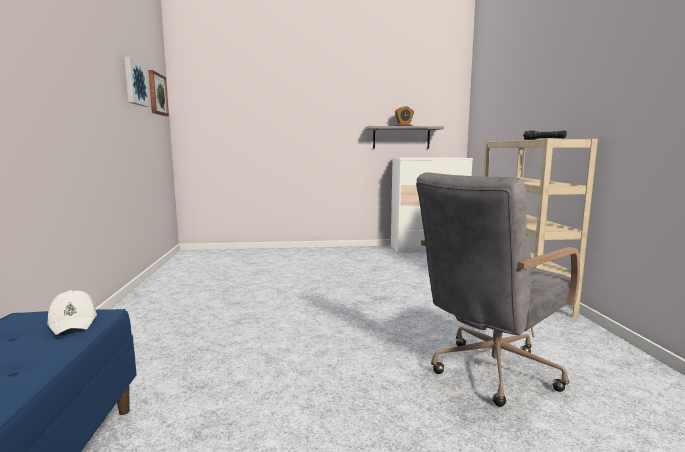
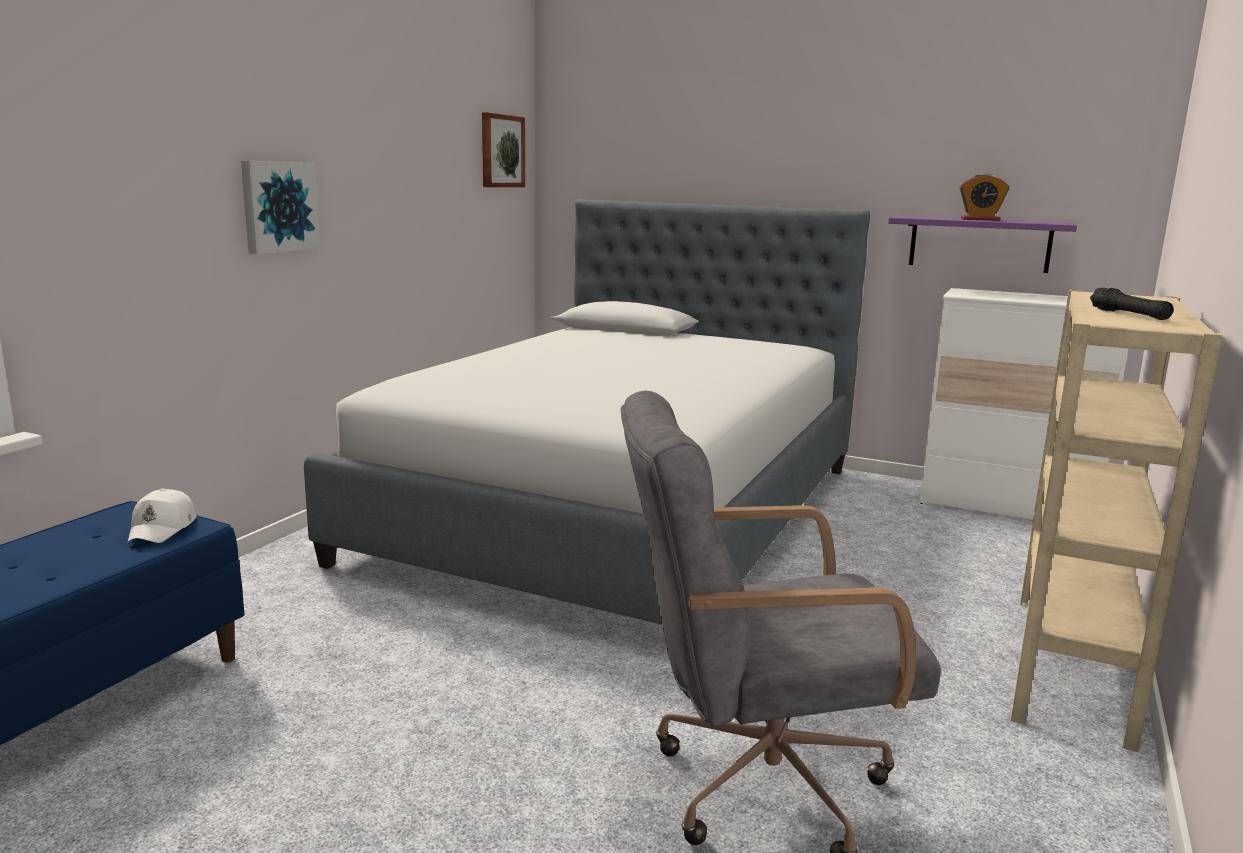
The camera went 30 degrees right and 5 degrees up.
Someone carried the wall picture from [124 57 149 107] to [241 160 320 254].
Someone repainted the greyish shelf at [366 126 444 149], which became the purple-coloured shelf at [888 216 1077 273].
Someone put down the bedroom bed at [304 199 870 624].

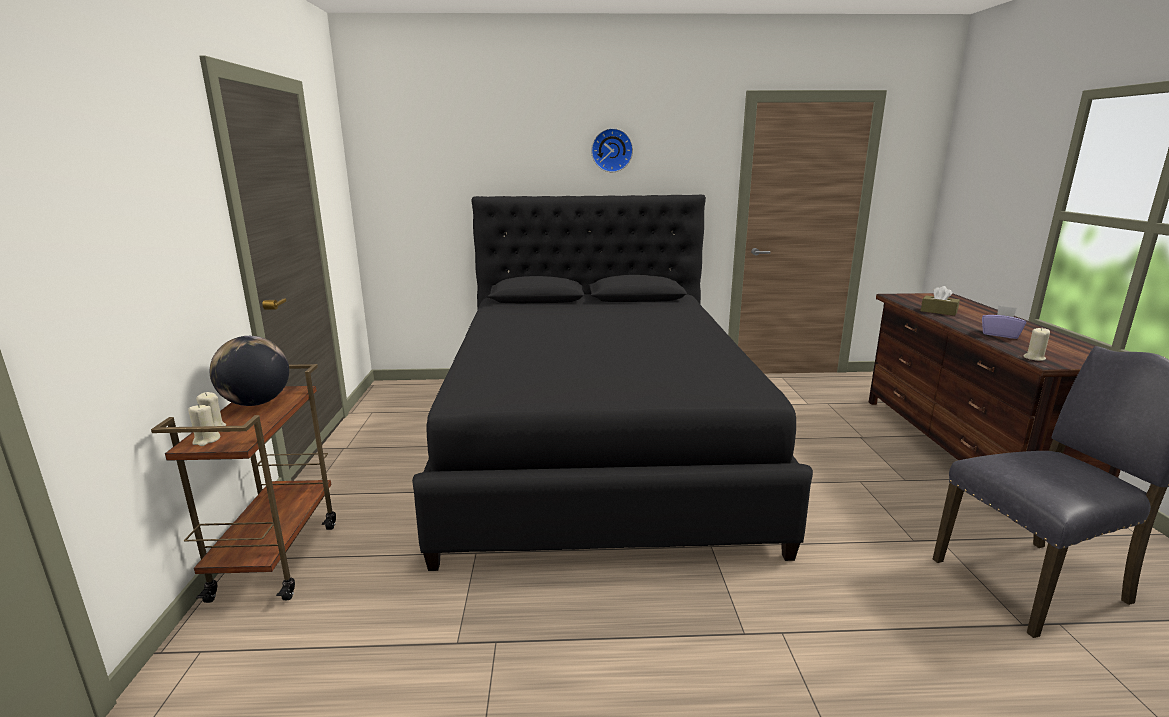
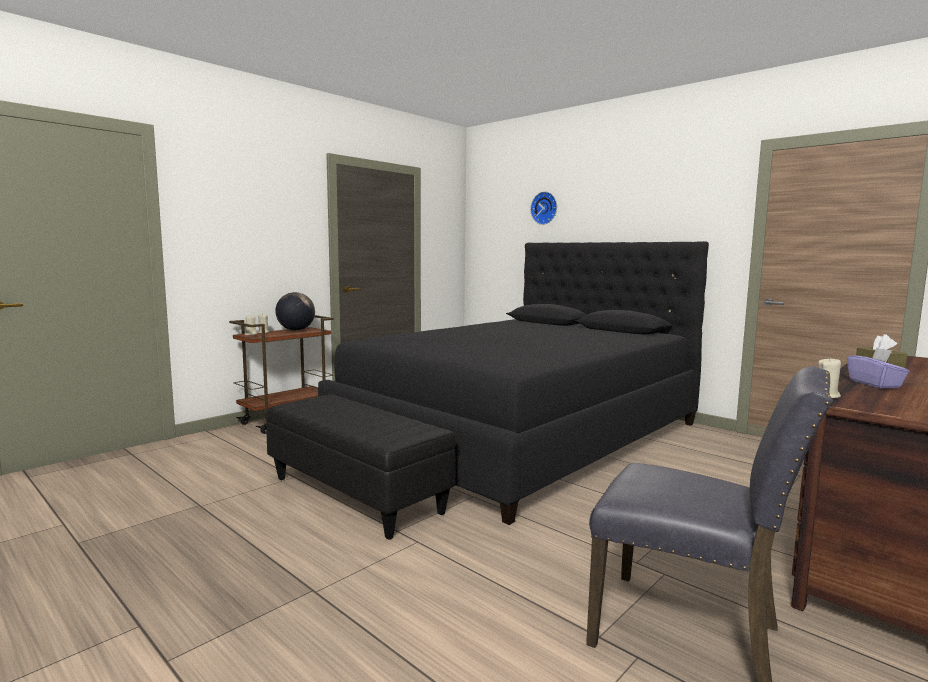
The camera went 45 degrees right and 10 degrees down.
Someone carried the wall clock from [591 128 633 172] to [530 192 557 225].
Someone put down the black pouffe at [266 394 456 540].

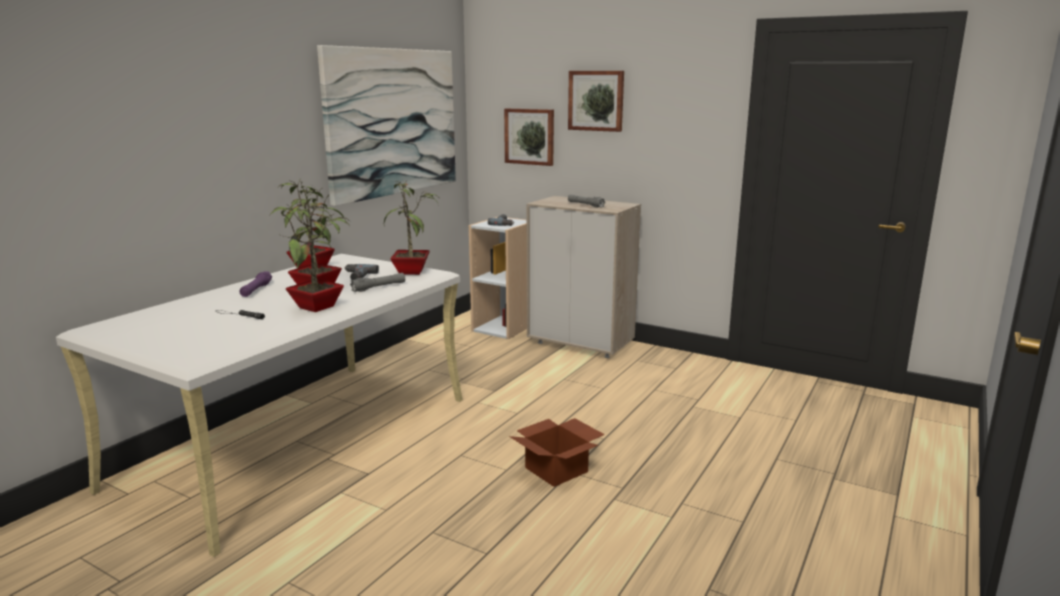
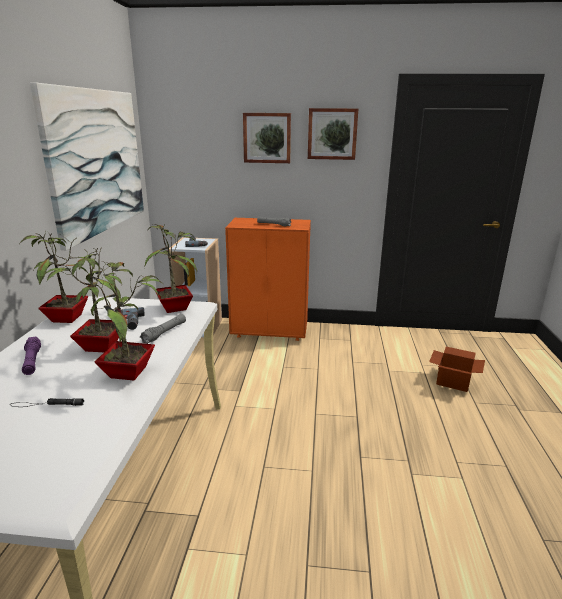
The camera went 25 degrees left and 5 degrees up.
Someone carried the wall picture from [504 108 554 166] to [308 108 359 160].
Someone carried the packing box from [509 418 605 487] to [429 347 485 392].
Someone repainted the beige-coloured storage cabinet at [527 196 641 358], which became the orangey storage cabinet at [225 218 311 341].

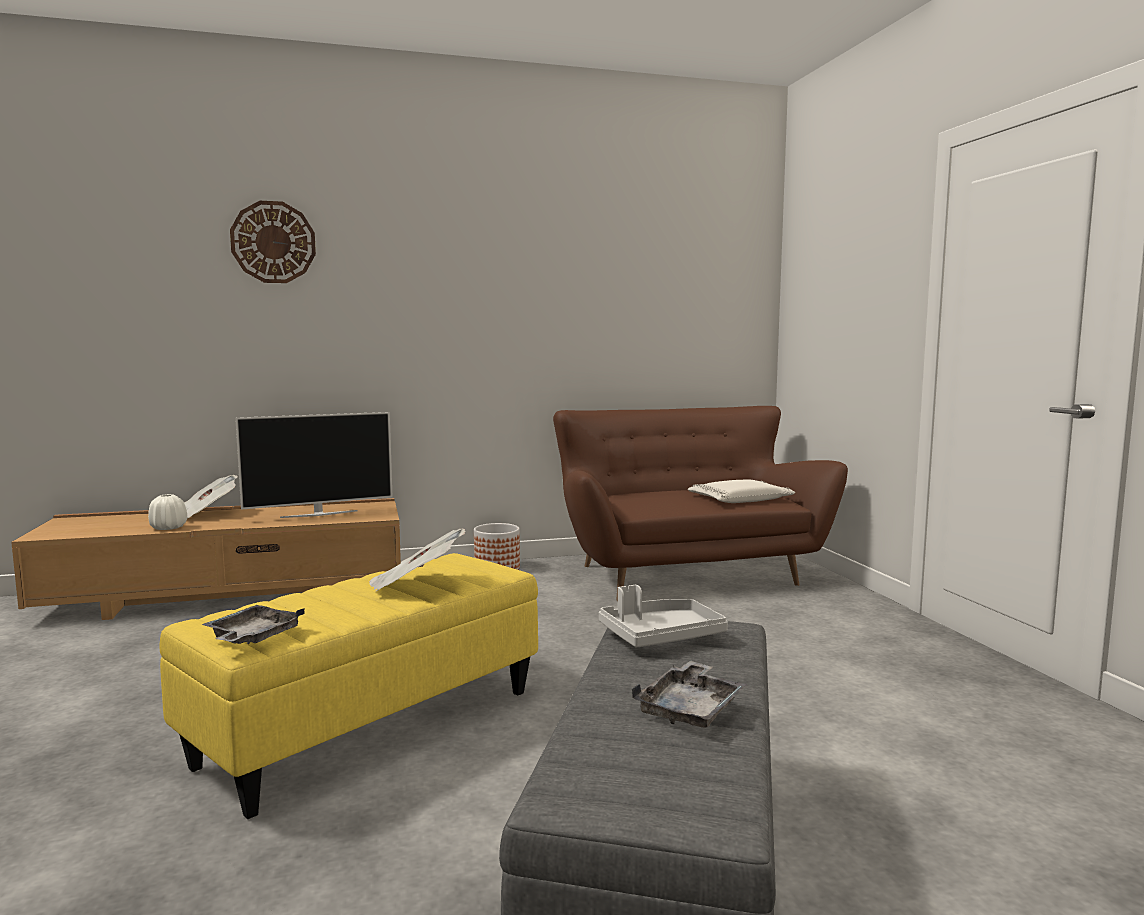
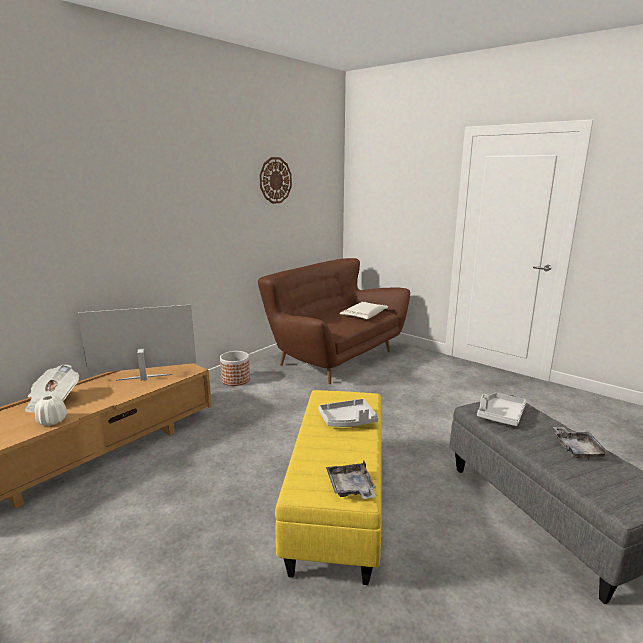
The camera went 35 degrees left and 10 degrees up.
Someone carried the wall clock from [230 201 316 283] to [259 157 292 204].
Someone rotated the TV set at [235 412 393 518] by 135 degrees counterclockwise.
Someone swapped the printed paper at [369 529 465 591] for the greyish serving tray at [318 399 379 427].

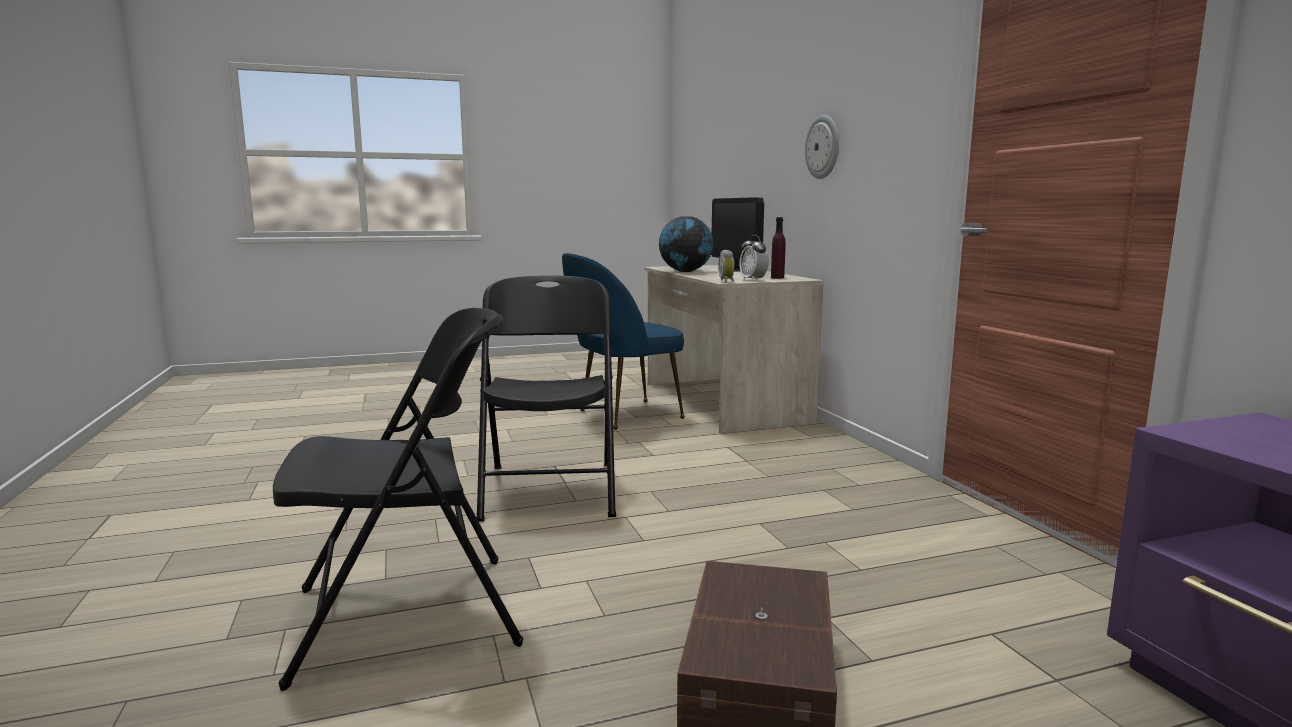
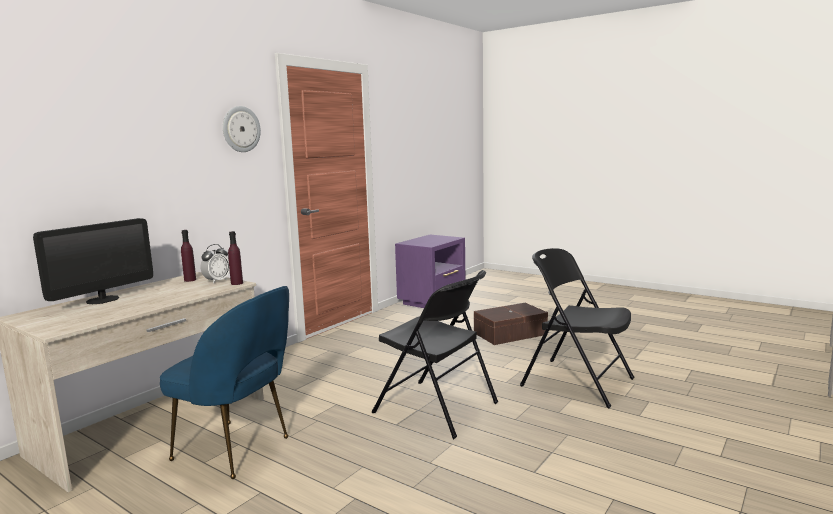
The camera went 125 degrees left and 0 degrees up.
Someone rotated the black plain chair at [476 275 616 522] by 105 degrees counterclockwise.
Someone took away the world globe at [659 217 713 272].
Someone swapped the bedside clock at [719 250 734 282] for the purple-coloured bottle at [228 231 243 285].
Someone carried the wall clock from [805 115 839 179] to [223 106 261 152].

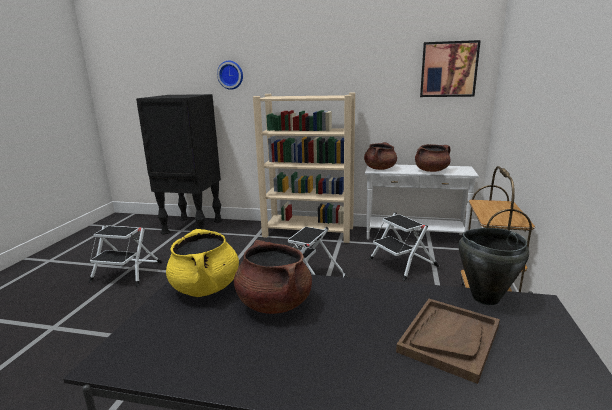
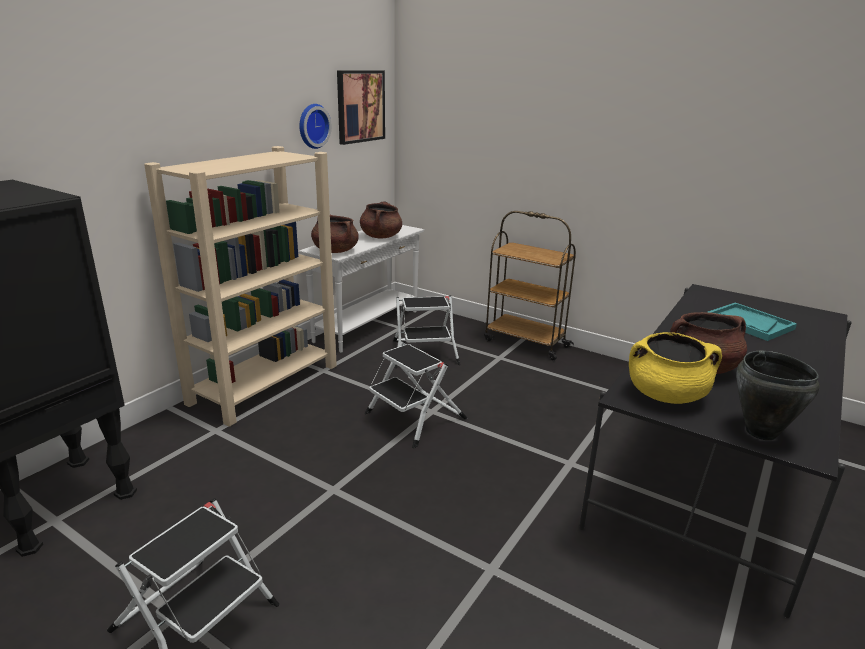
The camera went 70 degrees left and 5 degrees up.
Someone carried the wall clock from [217 61 243 90] to [299 104 332 149].
Someone repainted the brownish serving tray at [396 299 500 384], which became the blue-green serving tray at [708 303 797 341].
Someone carried the black cooking pot from [458 228 529 305] to [736 351 820 440].

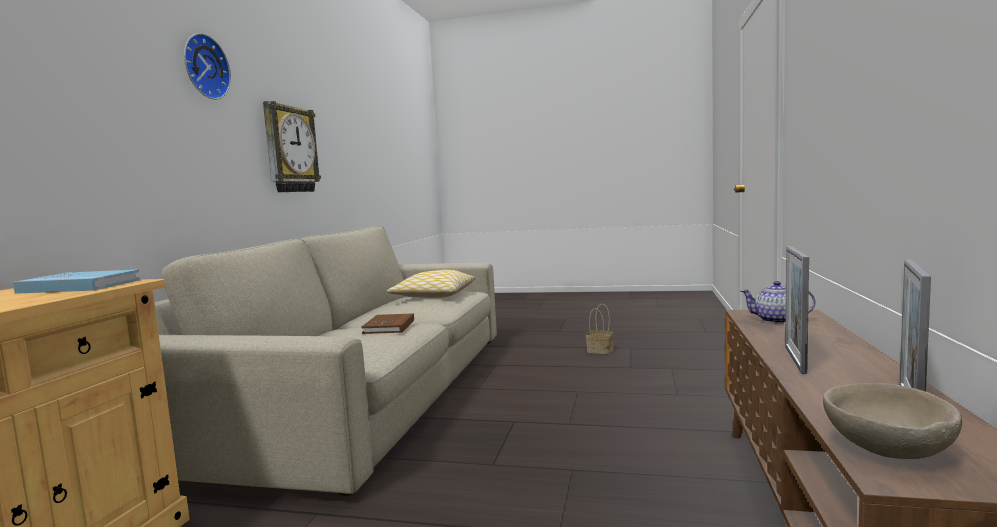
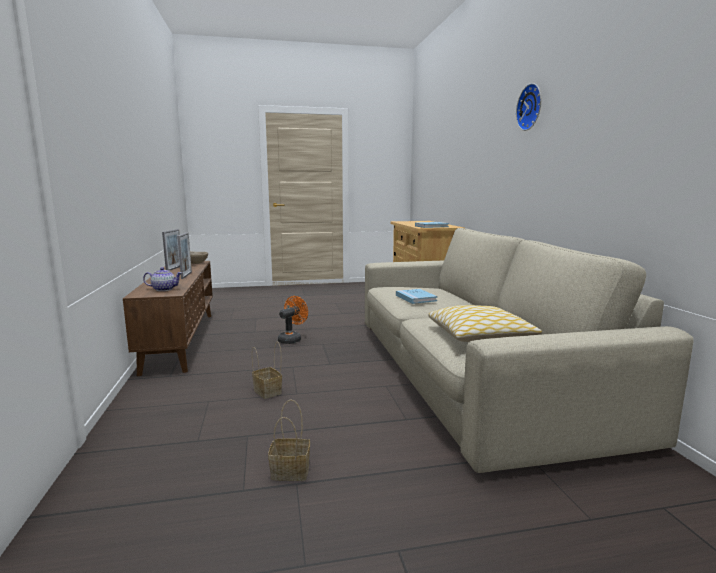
The camera went 155 degrees right and 5 degrees up.
Someone took away the wall clock at [263 101 321 192].
Someone repainted the brownish book at [361 313 414 334], which became the blue-coloured book at [396 289 437 304].
Someone put down the household basket at [252 342 282 399].
Someone put down the orangey electric fan at [278 296 308 344].

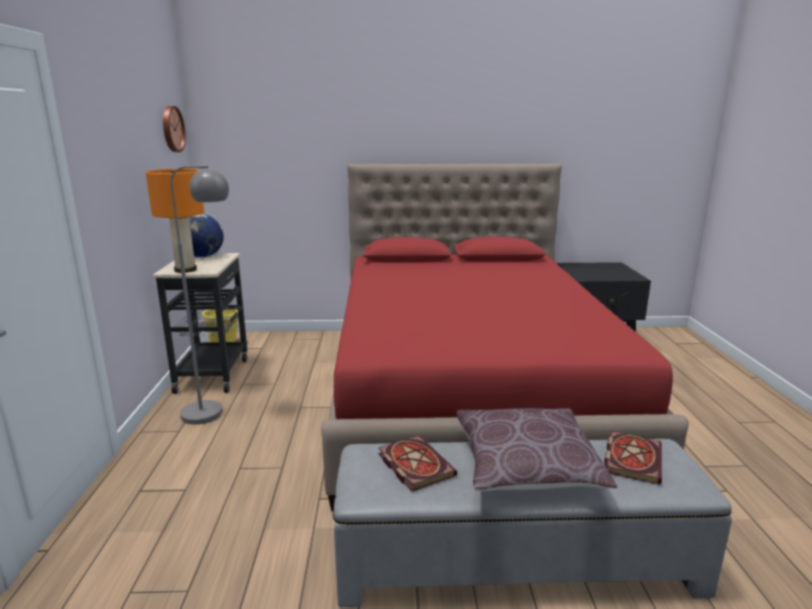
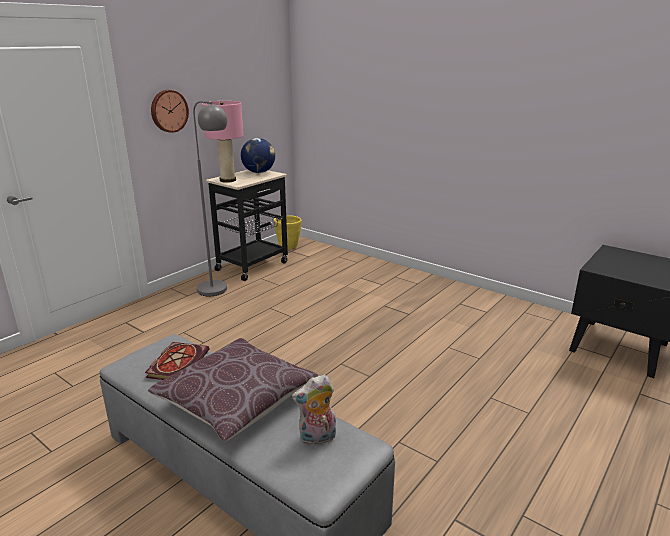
The camera went 40 degrees right and 5 degrees up.
Someone repainted the orangey tabletop lamp at [146 169 204 273], which became the pink tabletop lamp at [202 101 243 183].
Someone carried the wall clock from [163 106 186 152] to [151 90 189 133].
Someone took away the red-coloured bedroom bed at [321 163 689 511].
Someone swapped the book at [604 431 662 485] for the cuddly toy at [292 374 336 446].

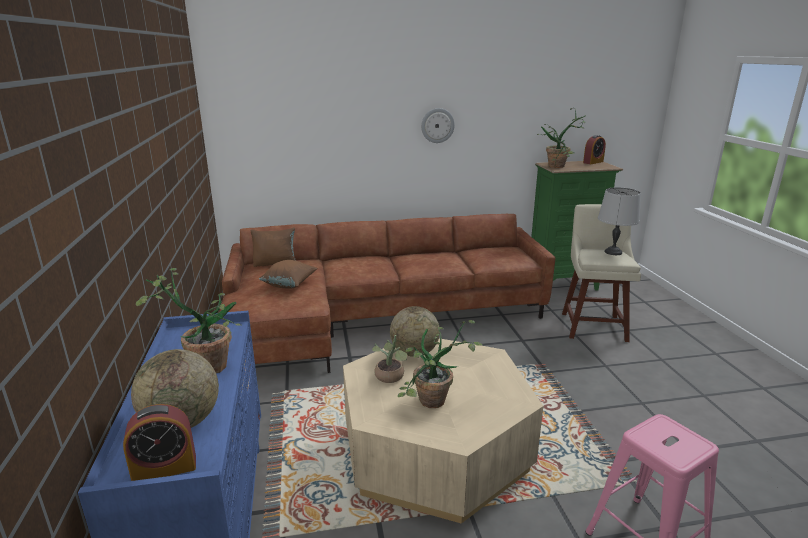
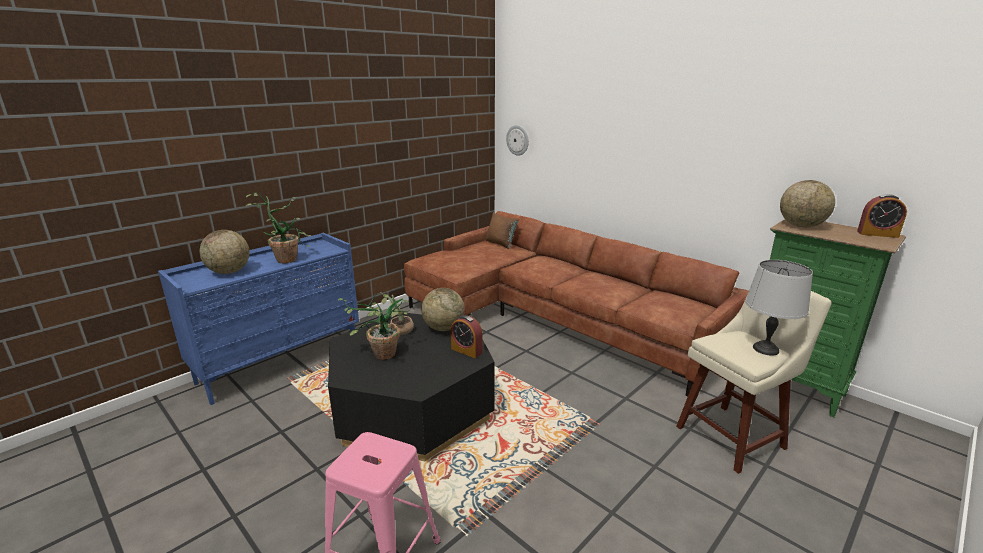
The camera went 55 degrees right and 0 degrees up.
Someone carried the bedside clock from [123 404 196 481] to [451 315 483 358].
Someone took away the brownish throw pillow at [259 260 317 289].
Someone repainted the beige-coloured coffee table at [343 338 543 524], which became the black coffee table at [328 313 495 461].
Someone carried the wall clock from [421 108 455 143] to [506 125 529 156].
Someone swapped the plant in a pot at [537 108 586 168] for the world globe at [780 180 835 227].

